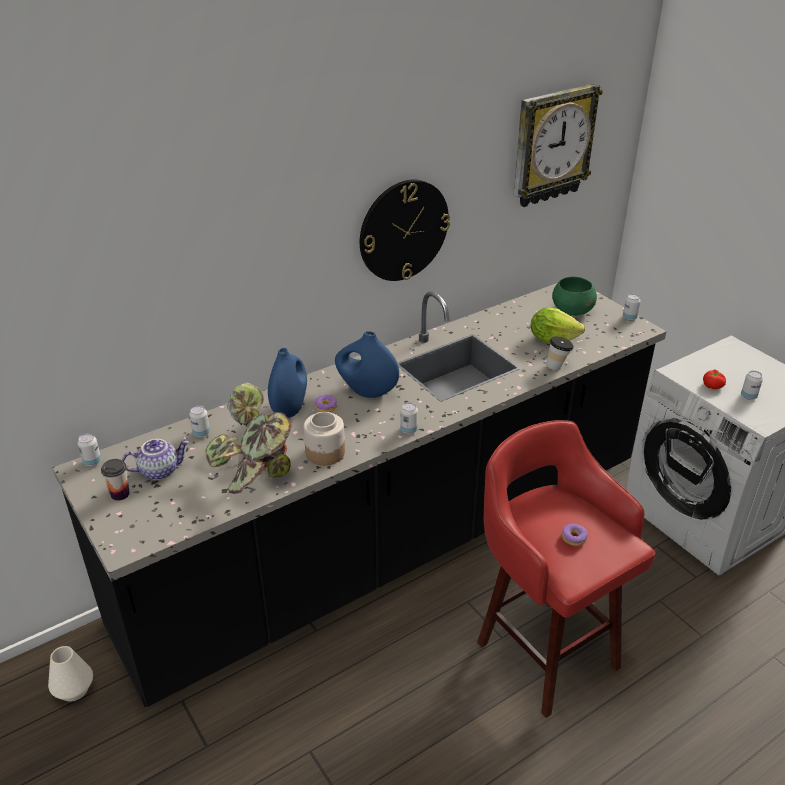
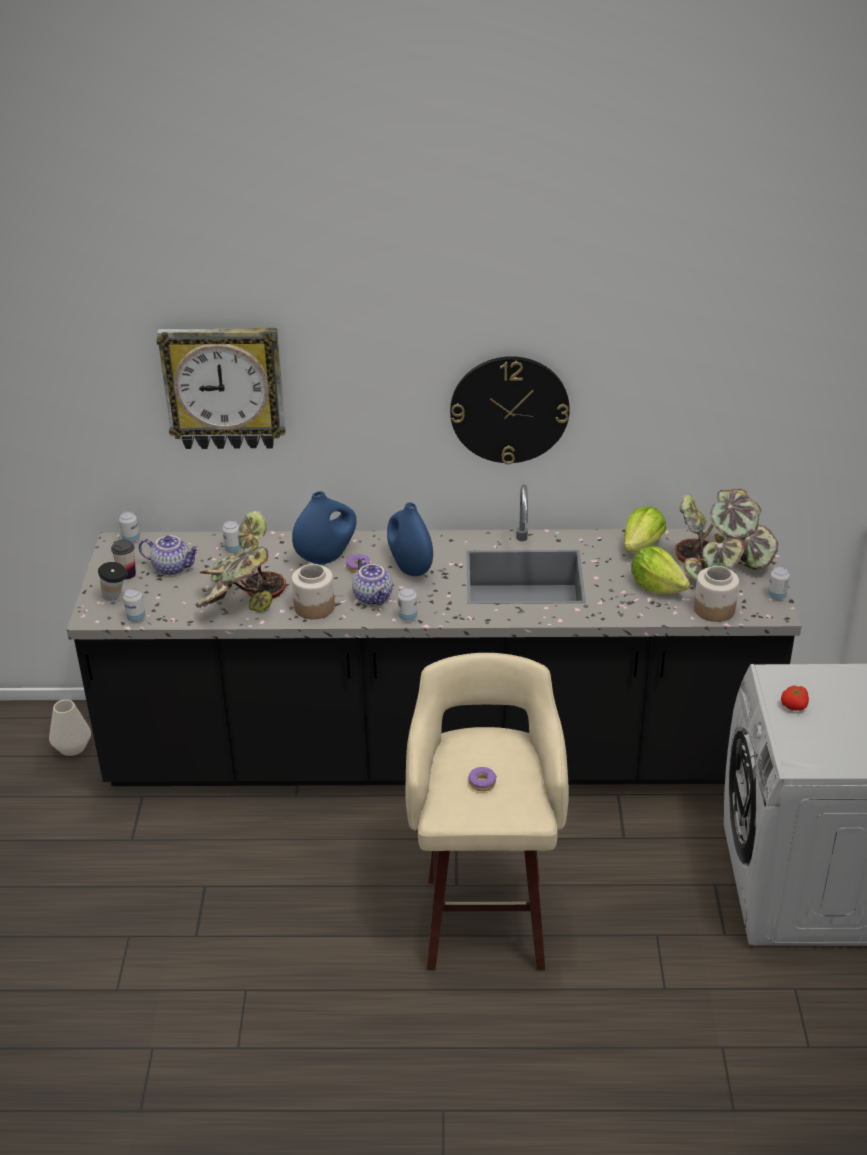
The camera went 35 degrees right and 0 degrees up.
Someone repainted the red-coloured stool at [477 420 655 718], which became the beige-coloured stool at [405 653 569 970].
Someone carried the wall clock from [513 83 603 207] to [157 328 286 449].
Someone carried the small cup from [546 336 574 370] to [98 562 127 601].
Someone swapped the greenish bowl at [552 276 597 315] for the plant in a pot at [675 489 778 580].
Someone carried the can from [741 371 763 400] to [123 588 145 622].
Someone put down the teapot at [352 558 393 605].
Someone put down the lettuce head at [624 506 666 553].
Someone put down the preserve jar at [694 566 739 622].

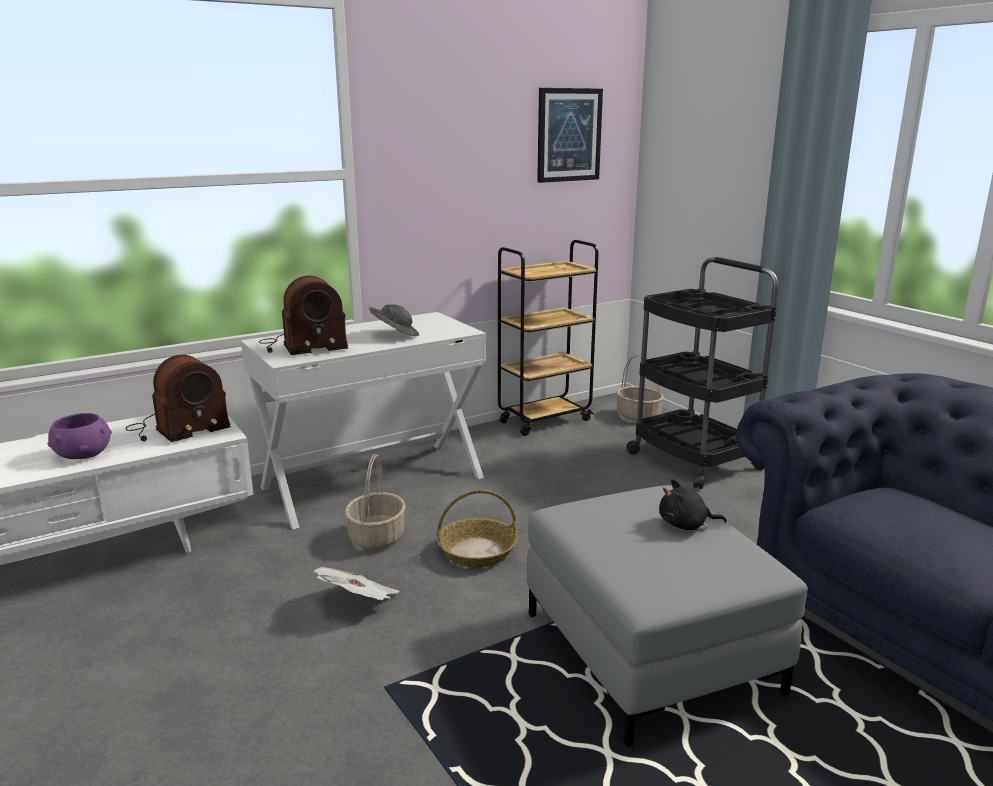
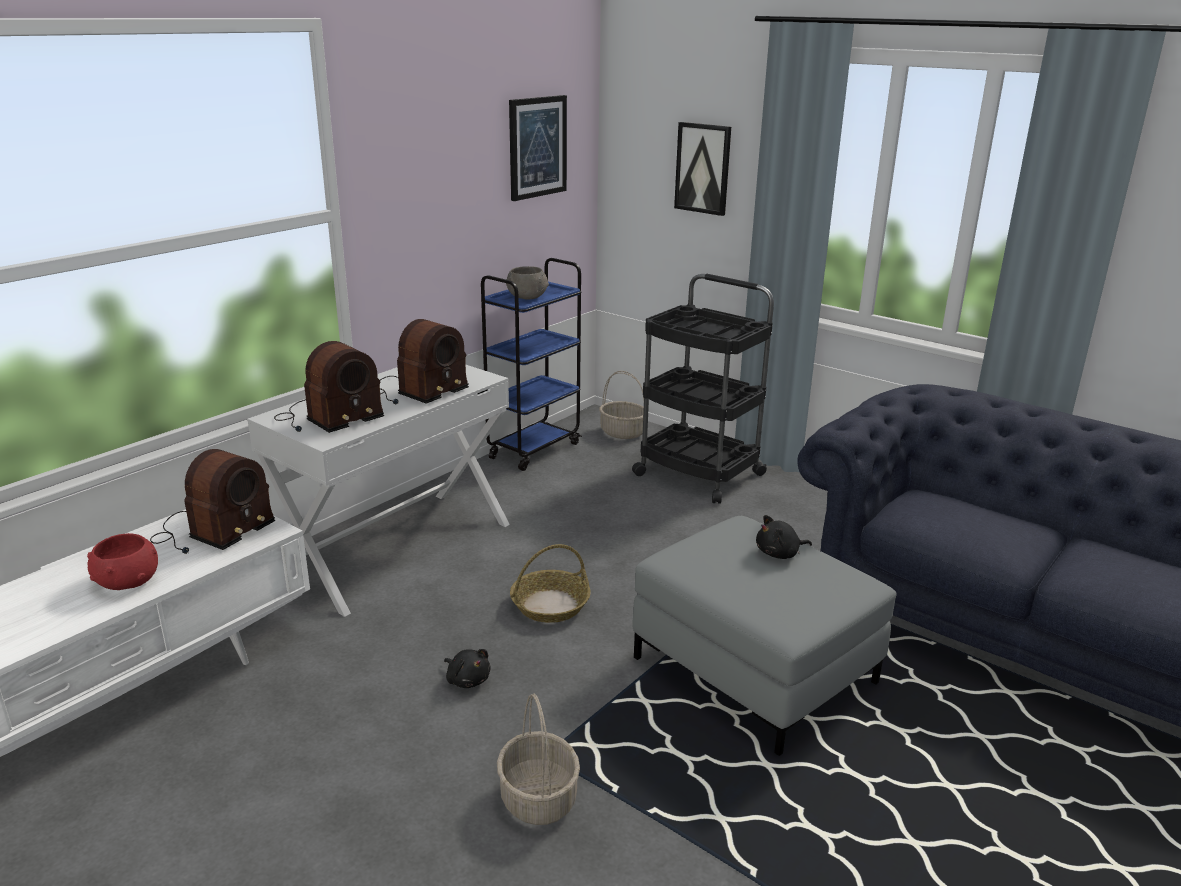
The camera went 20 degrees left and 5 degrees up.
Someone repainted the purple-coloured bowl at [47 413 112 459], which became the red-coloured bowl at [87 533 158 590].
Someone swapped the printed paper at [314 567 400 600] for the black cuddly toy at [444 649 491 688].
Someone carried the household basket from [345 454 406 550] to [497 693 580 825].
Someone swapped the greyish hat at [369 304 419 336] for the radio at [380 319 469 404].
Someone repainted the brownish trolley at [498 240 599 436], which became the blue-coloured trolley at [481 258 582 471].
Someone put down the greyish bowl at [506 266 549 299].
Someone put up the wall picture at [674 122 731 216].

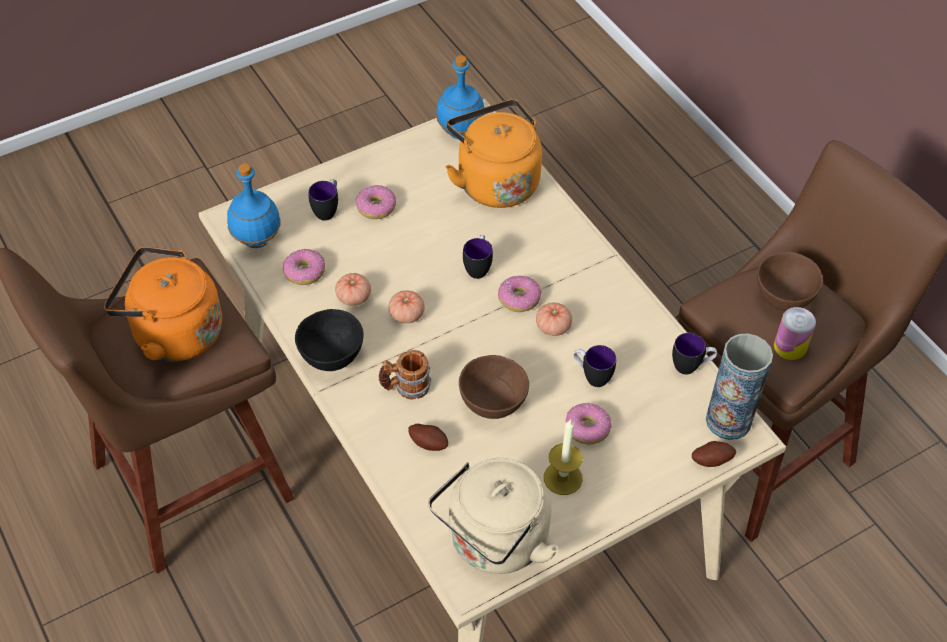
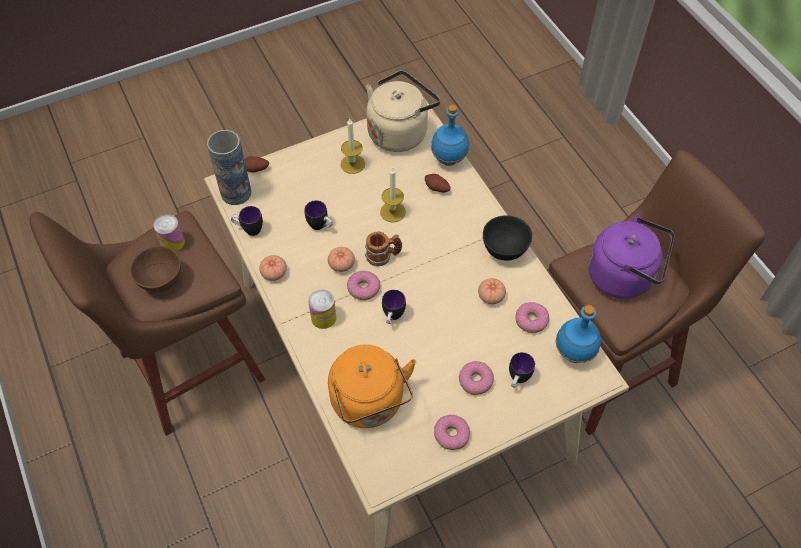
The camera went 175 degrees left and 5 degrees up.
Someone repainted the orangey water kettle at [104 246 222 362], which became the purple-coloured water kettle at [588 214 675 299].
Someone carried the mug from [379 350 431 400] to [365 231 402 266].
Someone carried the tomato from [389 290 425 324] to [259 255 287 281].
Someone carried the blue-coloured bottle from [436 55 485 139] to [431 105 469 166].
Someone swapped the brownish bowl at [459 355 529 419] for the wax candle at [380 167 406 222].
Someone carried the doughnut from [566 403 612 445] to [434 415 470 450].
Someone put down the can at [308 289 336 329].

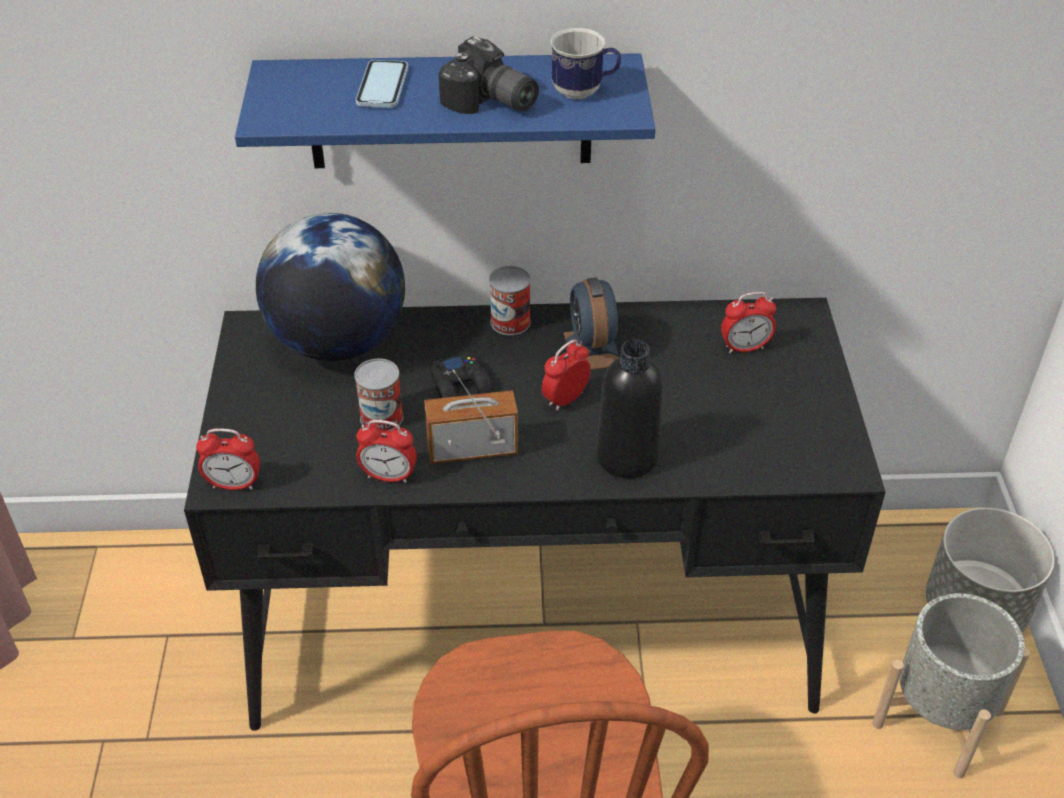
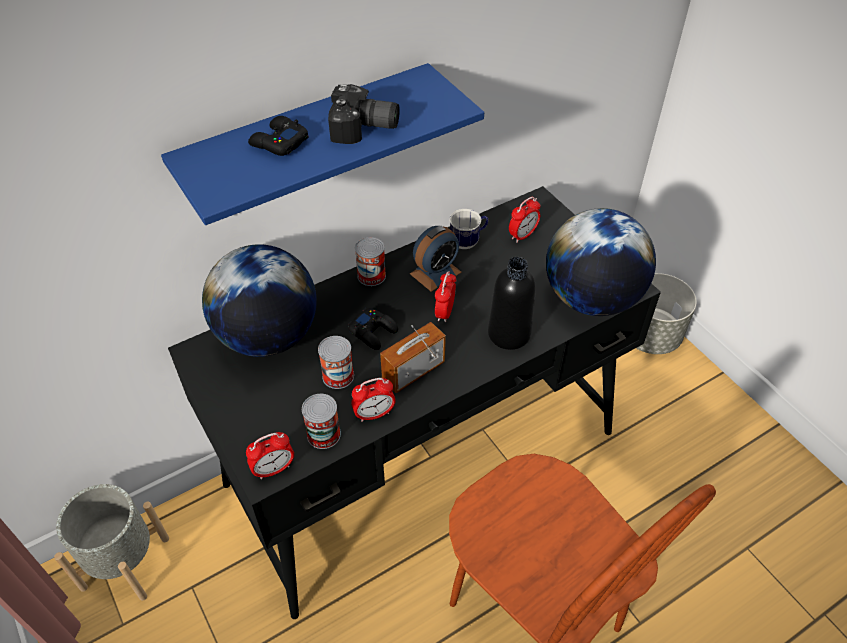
The camera went 30 degrees left and 5 degrees up.
Someone swapped the telephone at [355 60 408 108] for the black gamepad at [248 116 309 156].
Someone carried the mug from [551 28 621 99] to [449 209 488 249].
Someone rotated the bedside clock at [563 277 619 370] by 90 degrees counterclockwise.
Someone carried the greyish flower pot from [872 593 1030 778] to [54 484 169 601].
Someone put down the can at [302 394 341 449].
Someone put down the world globe at [546 208 656 316].

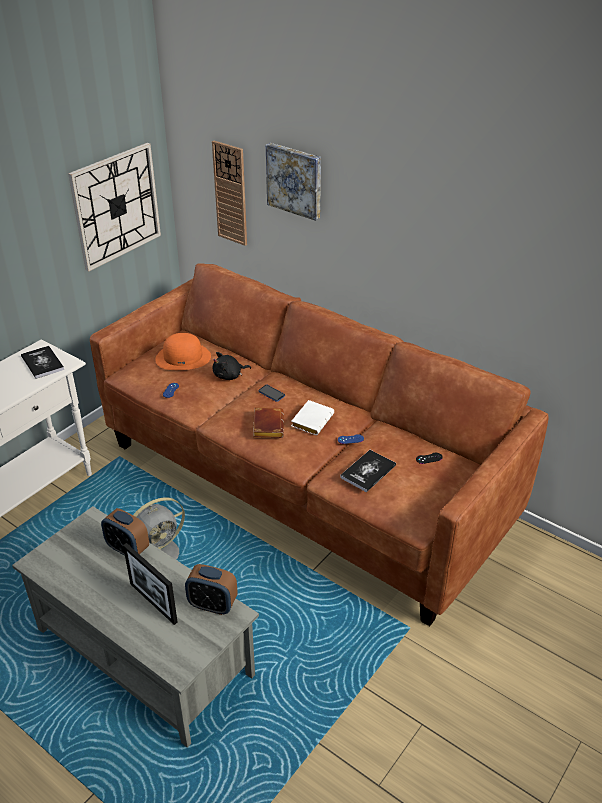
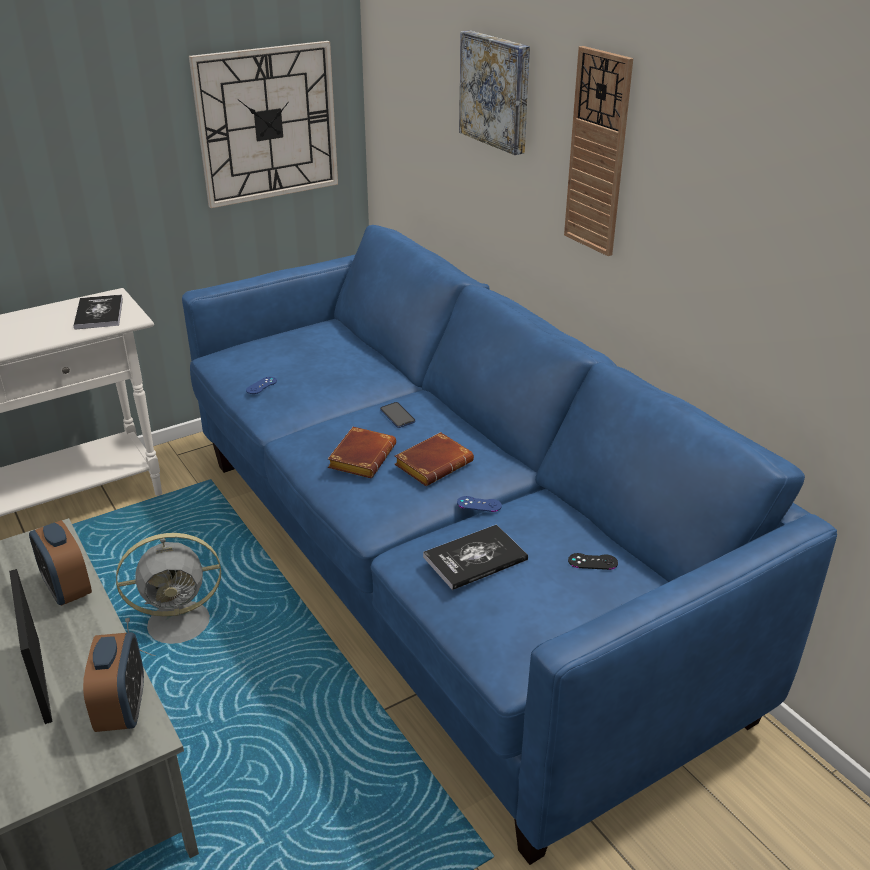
The camera went 20 degrees right and 5 degrees down.
Someone repainted the brownish settee at [90 263 549 626], which became the blue-coloured settee at [182 225 837 865].
Someone took away the orangey hat at [155 333 211 370].
Someone rotated the bedside clock at [185 564 238 615] by 135 degrees counterclockwise.
Someone carried the wall clock from [212 141 247 246] to [564 46 633 256].
Someone took away the black cuddly toy at [213 352 251 380].
Someone repainted the white-coloured book at [291 400 334 435], which became the brownish book at [394 432 474 486].

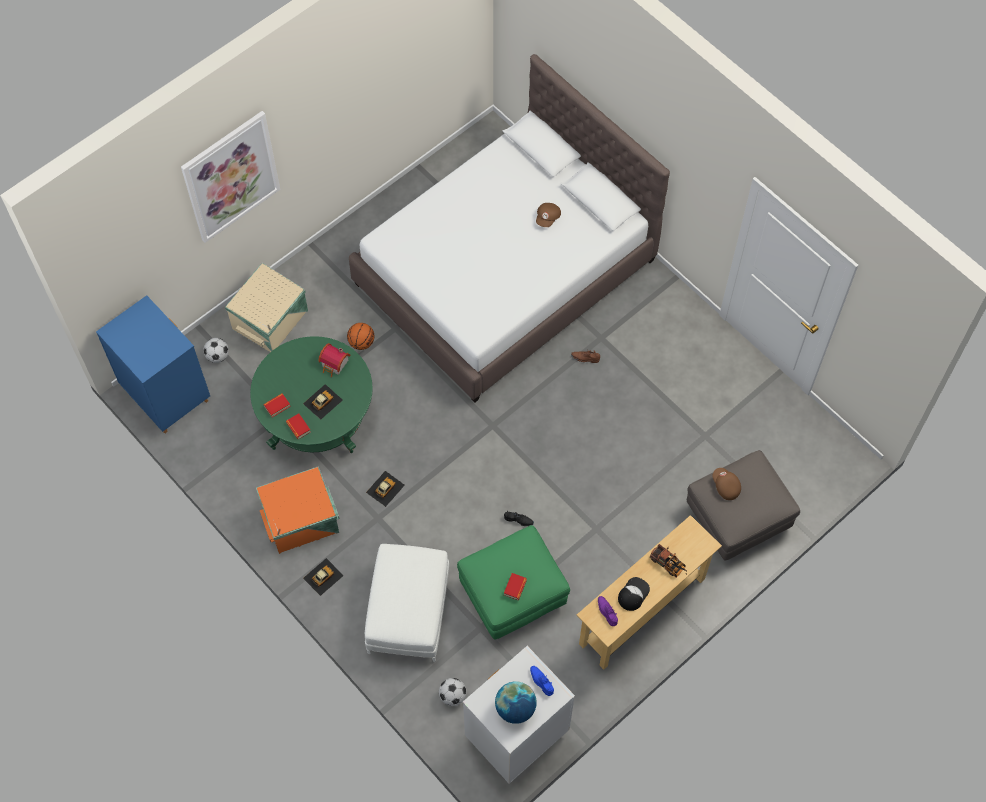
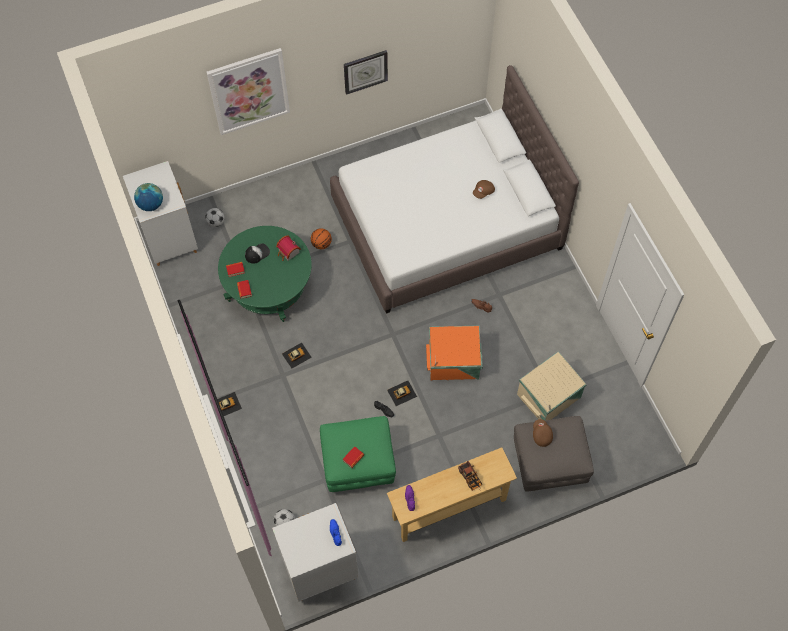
The camera went 20 degrees right and 0 degrees up.
Someone repainted the blue-coloured drawer chest at [96 295 210 433], which became the white-coloured drawer chest at [123 161 198 266].
Someone carried the beige-coloured storage box from [225 263 308 352] to [517 351 587 420].
Someone carried the orangey storage box from [256 466 340 554] to [426 326 483 381].
Someone carried the miniature car from [303 384 343 420] to [387 381 417 406].
Someone took away the white-coloured pouffe at [365 544 449 662].
Someone carried the world globe from [495 681 537 724] to [134 183 163 211].
Someone carried the peaked cap from [618 577 650 611] to [245 243 270 264].
Someone put up the wall clock at [344 50 388 95].

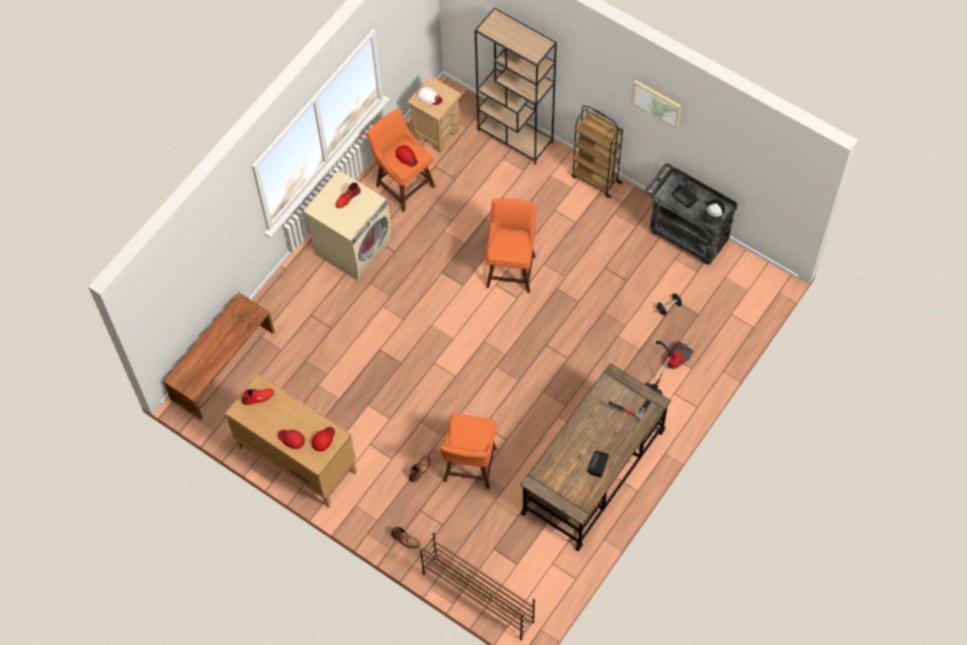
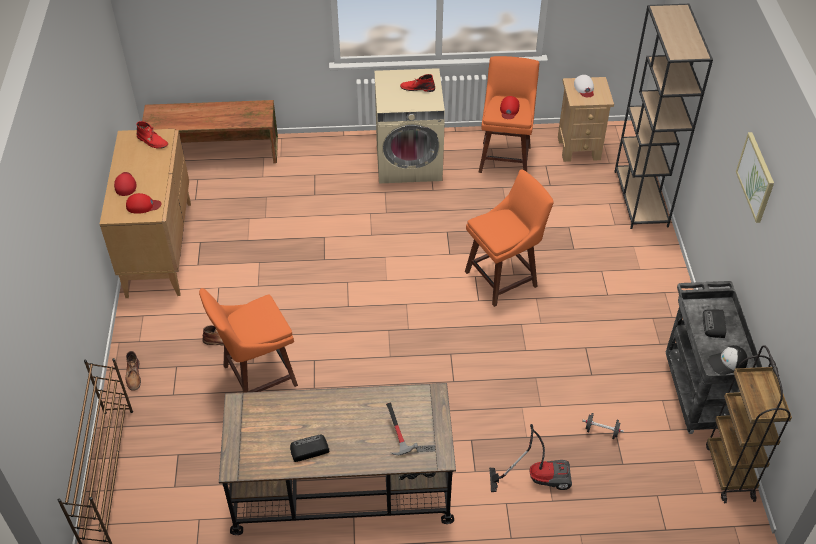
The camera went 50 degrees right and 15 degrees down.
Someone carried the brownish trolley from [572 106 623 199] to [706 345 792 503].

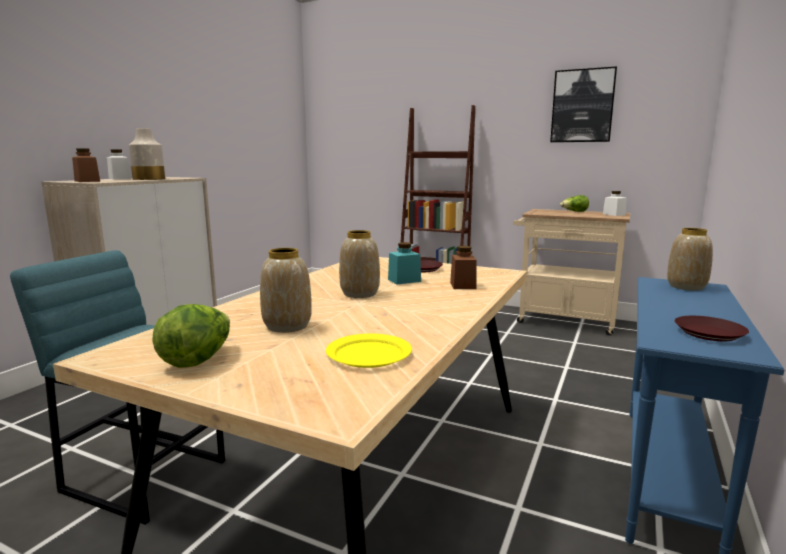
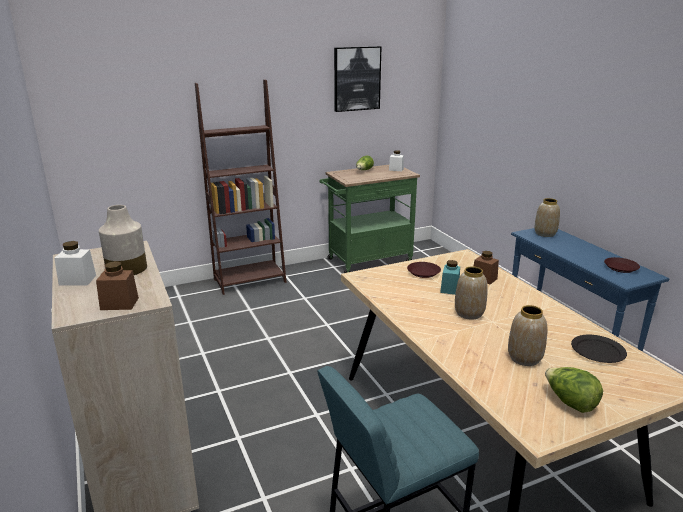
The camera went 50 degrees left and 10 degrees up.
Someone repainted the yellow-coloured flat dish at [326 334 412 368], which became the black flat dish at [571 335 627 363].
Someone repainted the beige-coloured trolley at [513 209 631 336], which became the greenish trolley at [319 165 420 273].

